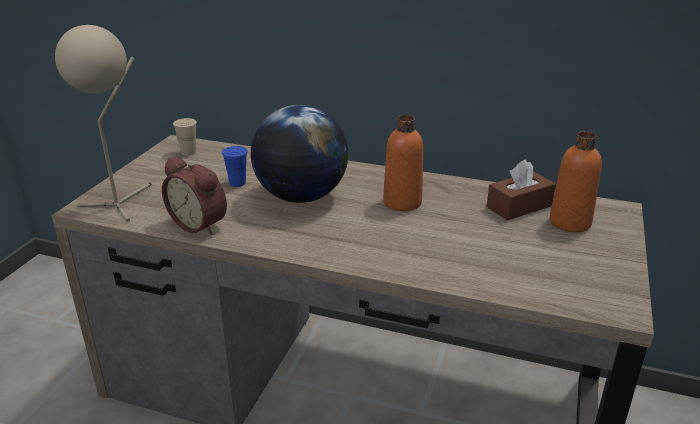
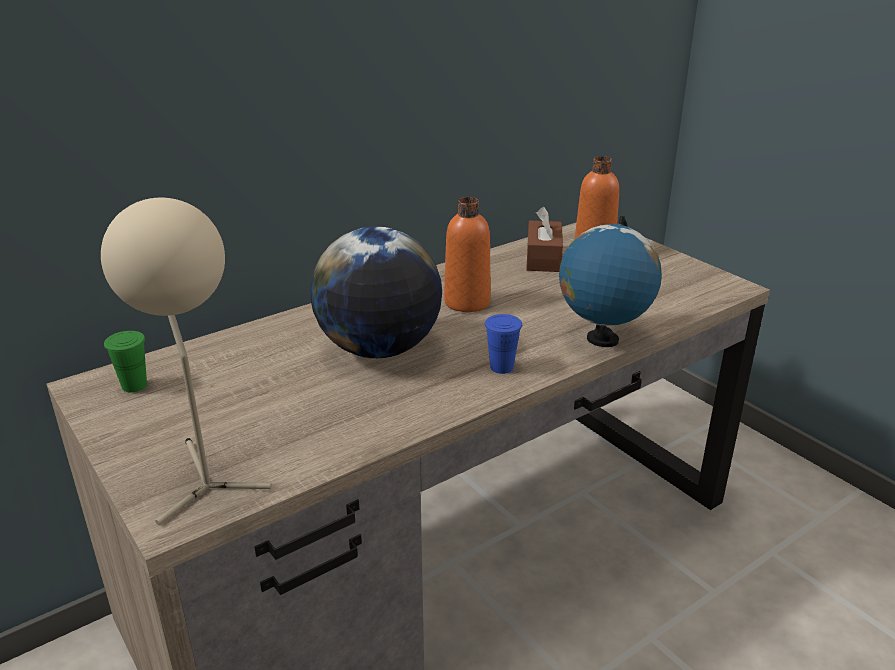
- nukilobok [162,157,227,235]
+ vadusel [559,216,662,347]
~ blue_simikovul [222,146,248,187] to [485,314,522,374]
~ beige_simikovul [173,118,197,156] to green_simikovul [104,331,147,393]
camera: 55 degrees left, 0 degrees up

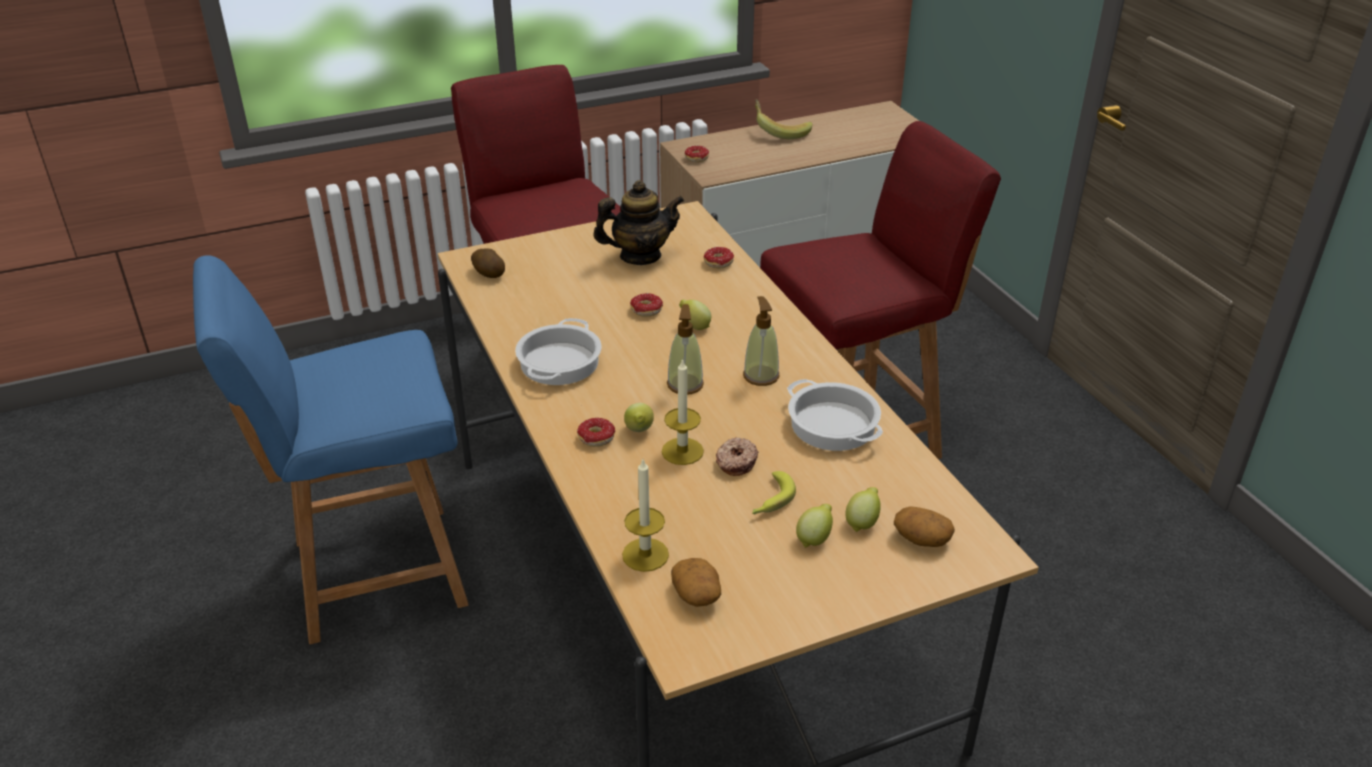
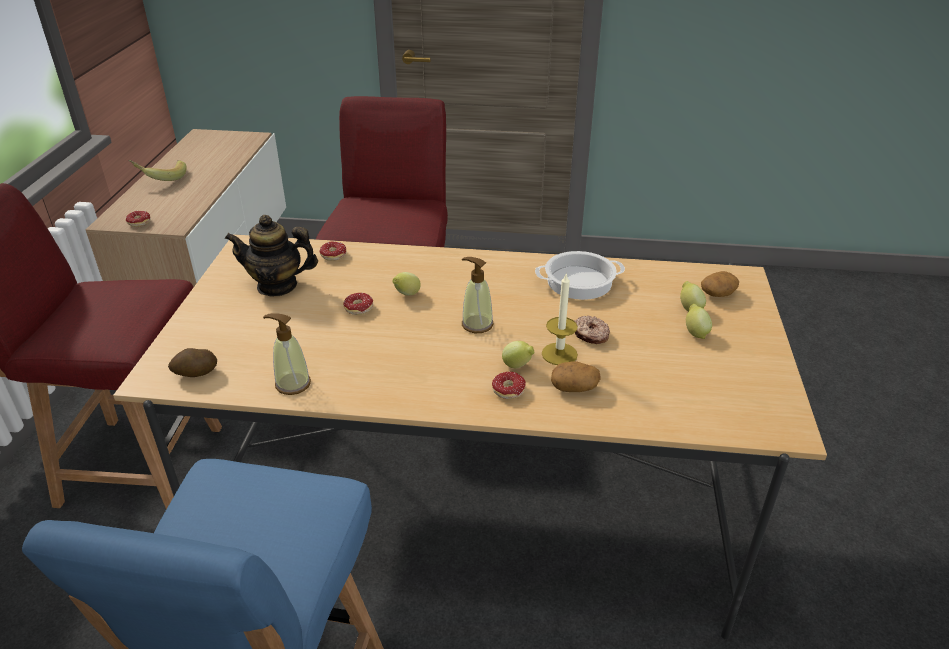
- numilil [515,318,602,385]
- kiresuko [622,459,669,572]
- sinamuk [752,471,796,514]
~ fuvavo [671,558,721,607] to [551,361,601,392]
~ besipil [743,296,779,386] to [263,313,311,395]
~ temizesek [593,180,684,265] = [225,215,318,297] 105 degrees counterclockwise
camera: 60 degrees left, 0 degrees up

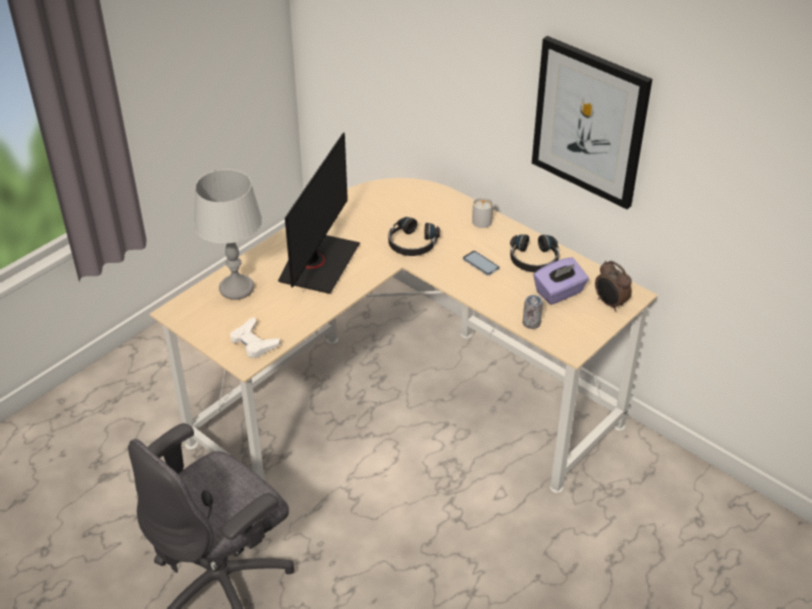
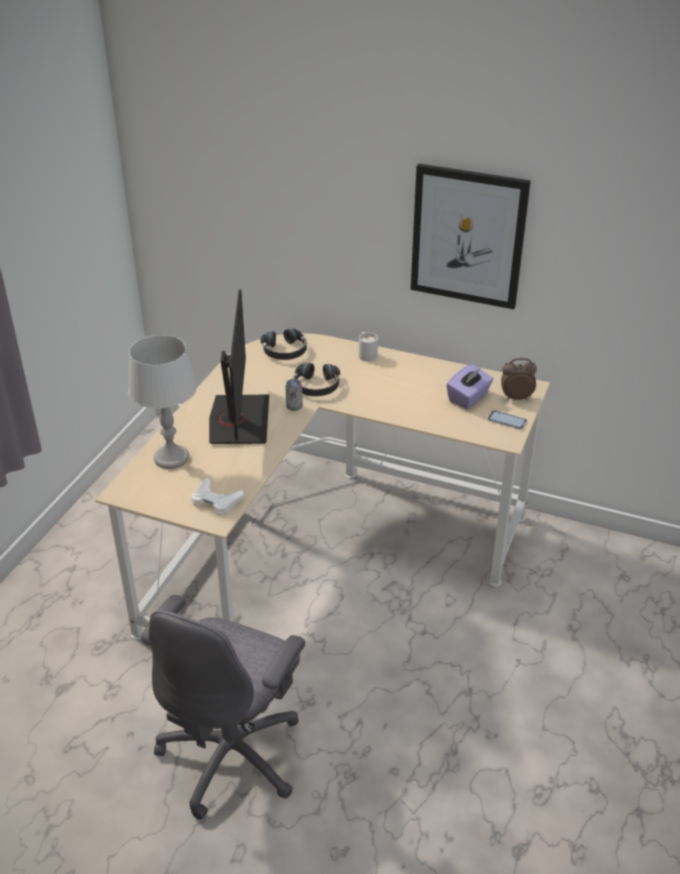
~ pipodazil [463,251,500,276] to [488,410,527,430]
~ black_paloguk [510,234,559,272] to [261,328,307,360]
~ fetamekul [523,295,543,329] to [285,379,303,411]
~ nukilobok [595,261,632,311] = [501,358,537,400] 150 degrees clockwise
camera: 20 degrees left, 5 degrees down

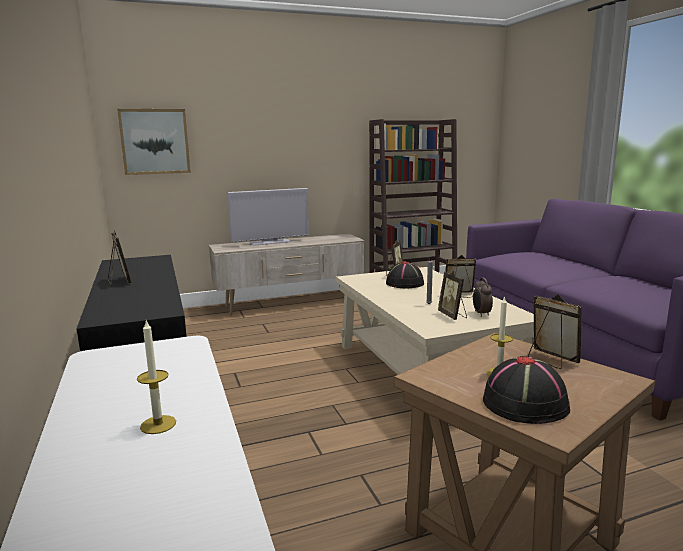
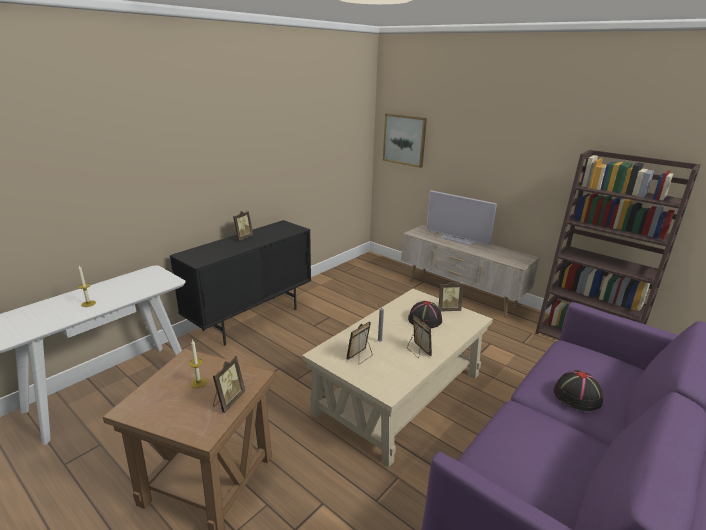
- nukilobok [473,278,493,317]
~ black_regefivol [483,356,570,424] to [554,370,603,411]
camera: 60 degrees right, 10 degrees up

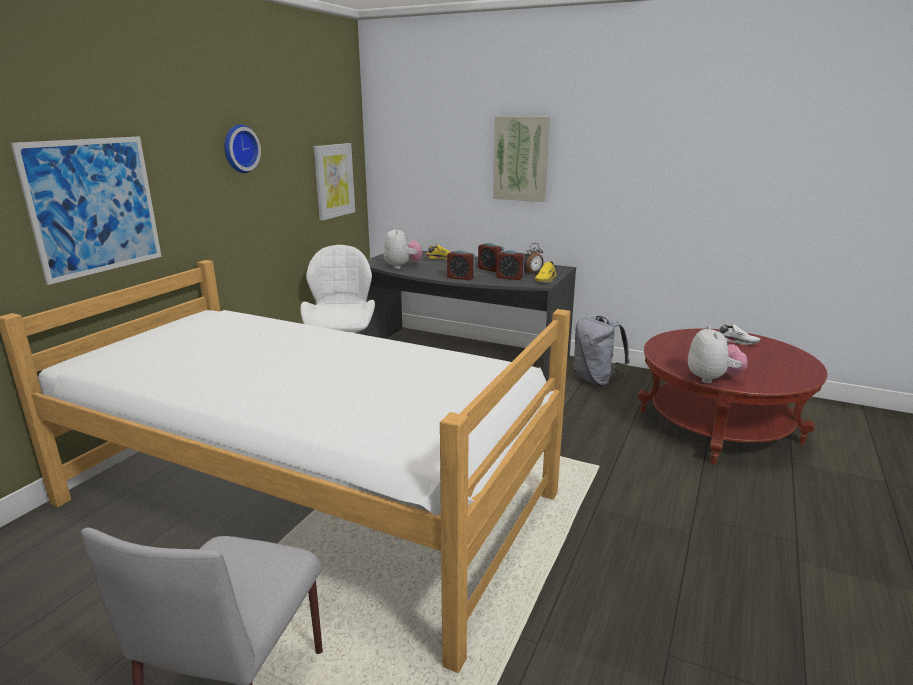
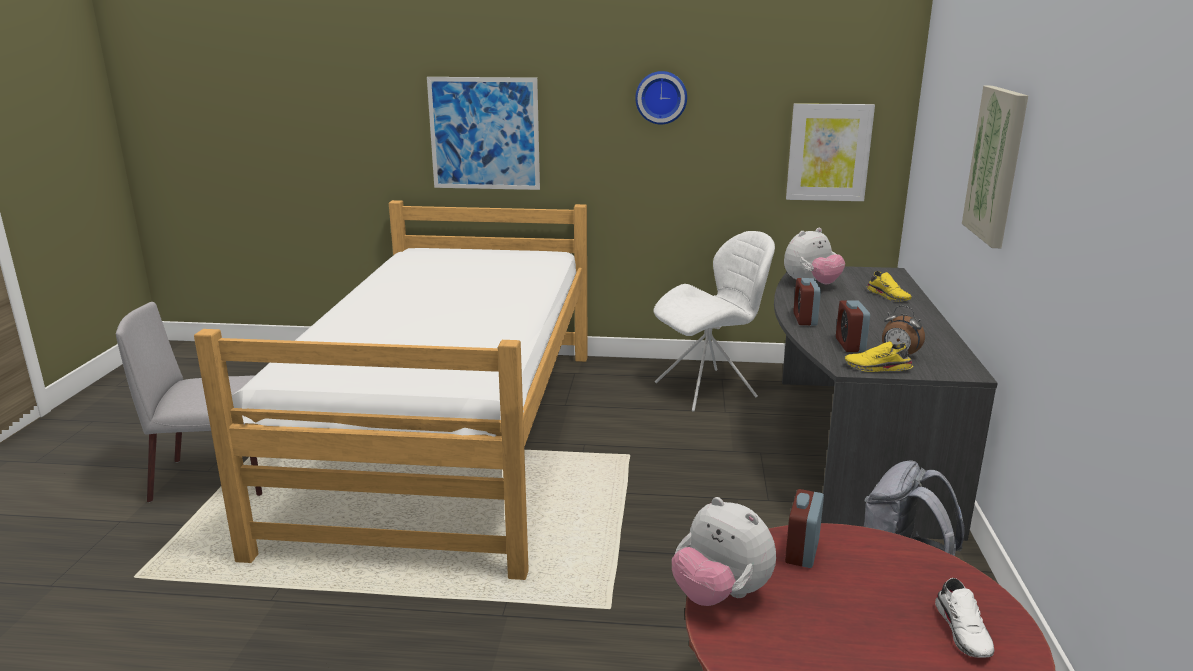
~ nukilobok [478,243,504,272] to [785,489,824,568]
~ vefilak [688,325,747,383] = [672,497,776,606] 60 degrees clockwise
camera: 70 degrees right, 0 degrees up

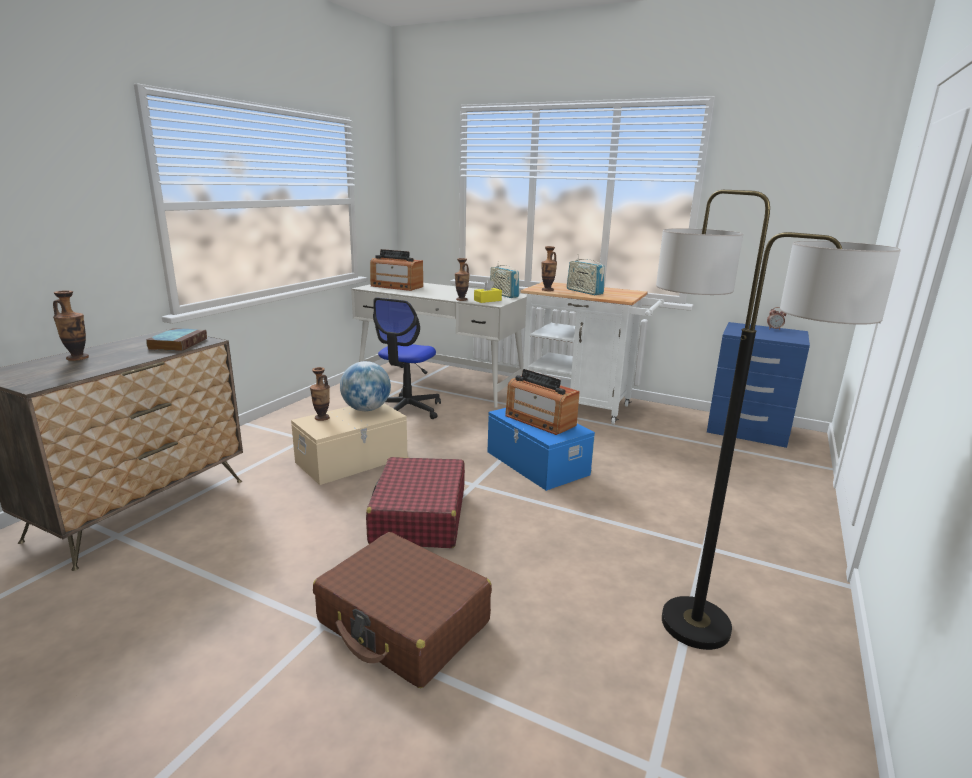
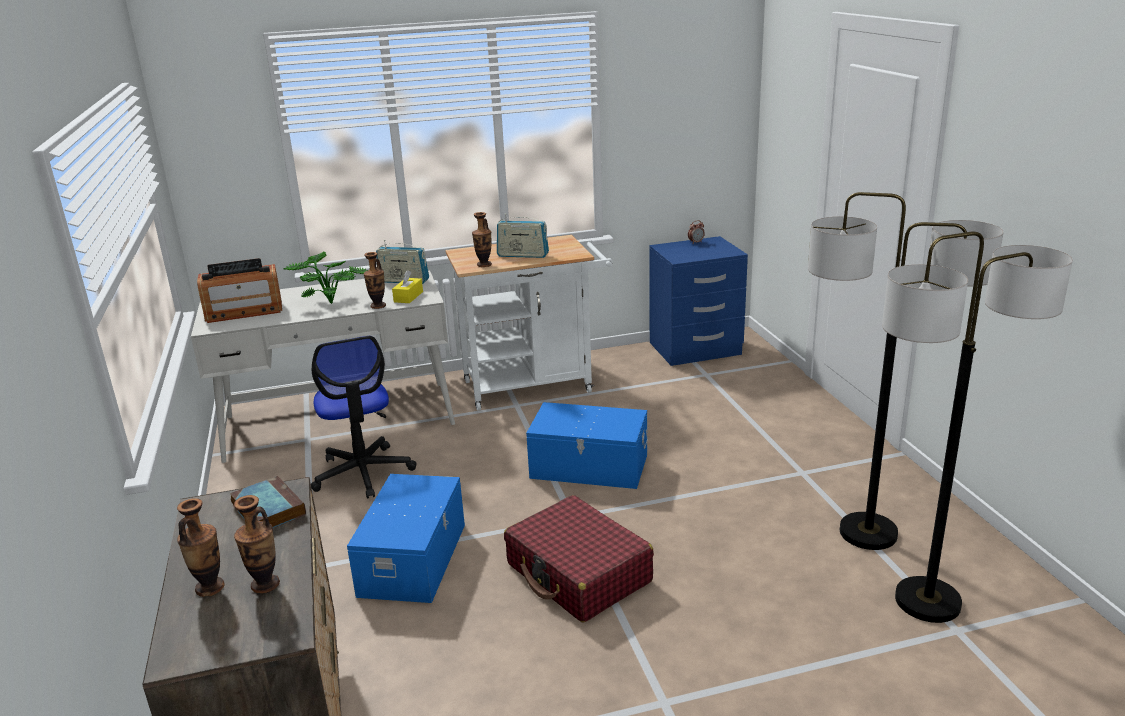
- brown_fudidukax [313,532,492,688]
- vadusel [340,361,391,411]
- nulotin [505,369,580,435]
+ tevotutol [284,252,368,304]
+ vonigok [882,232,1073,623]
~ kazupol [310,367,330,421] to [234,495,280,594]
~ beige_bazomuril [291,403,408,485] to blue_bazomuril [347,474,465,603]
camera: 40 degrees left, 5 degrees up

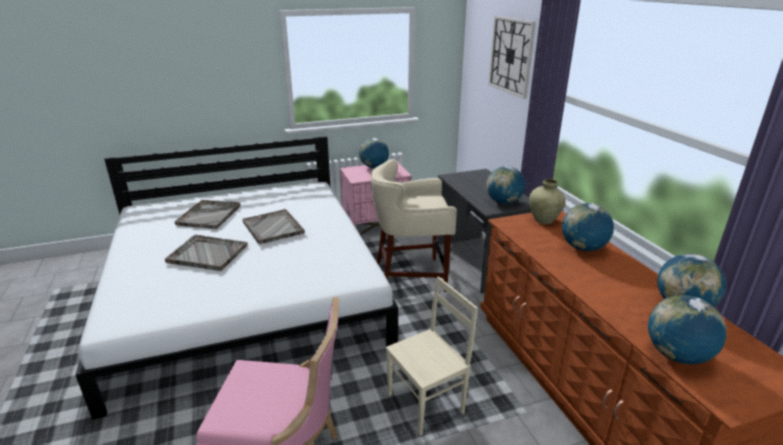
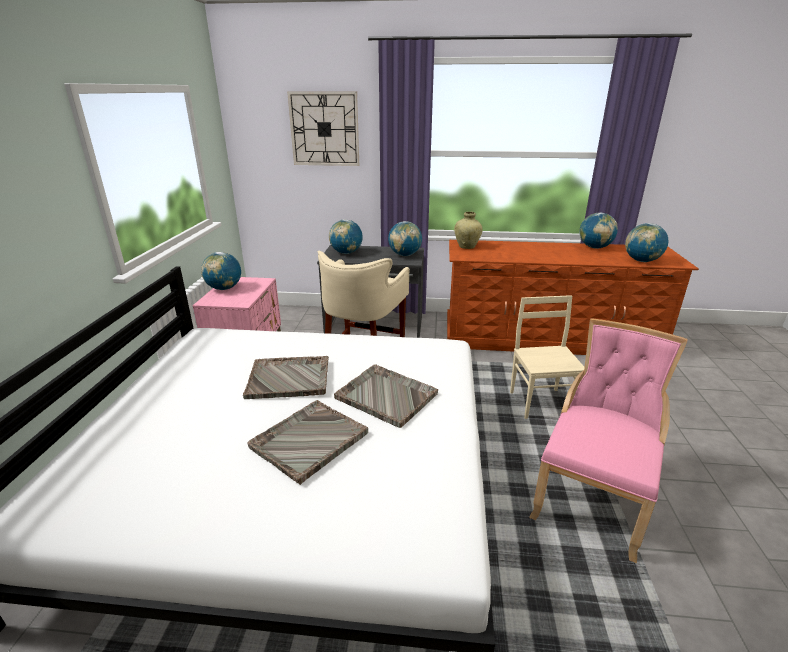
~ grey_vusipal [175,200,241,229] to [334,364,438,428]
~ vadusel [562,203,614,251] to [329,219,363,254]
camera: 65 degrees left, 0 degrees up

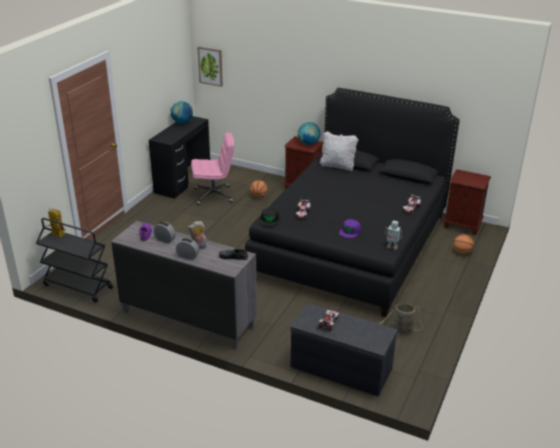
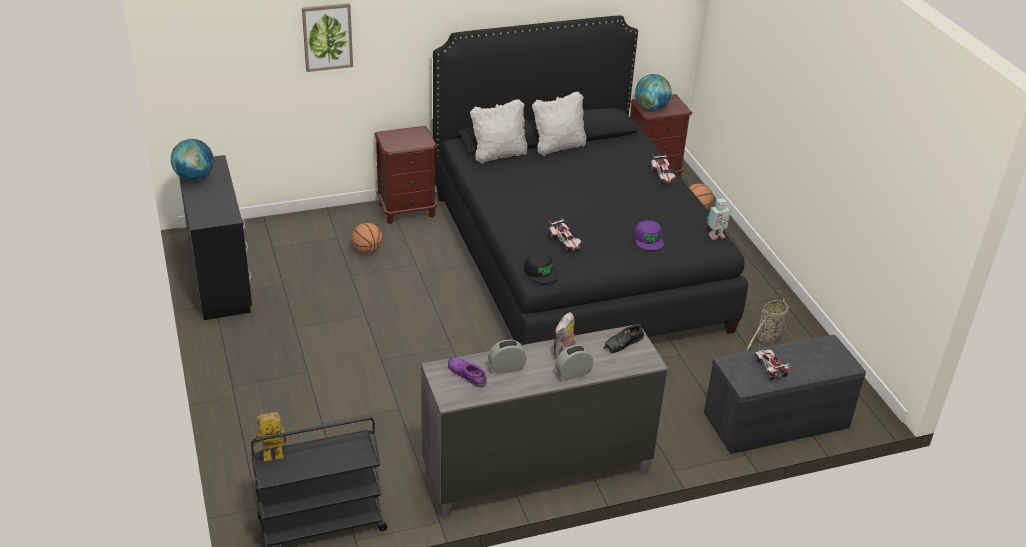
- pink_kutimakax [191,132,234,205]
+ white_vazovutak [532,92,586,156]
~ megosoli [197,46,223,87] to [302,3,353,72]
~ vadusel [298,122,320,145] to [635,74,671,111]
camera: 45 degrees left, 5 degrees up

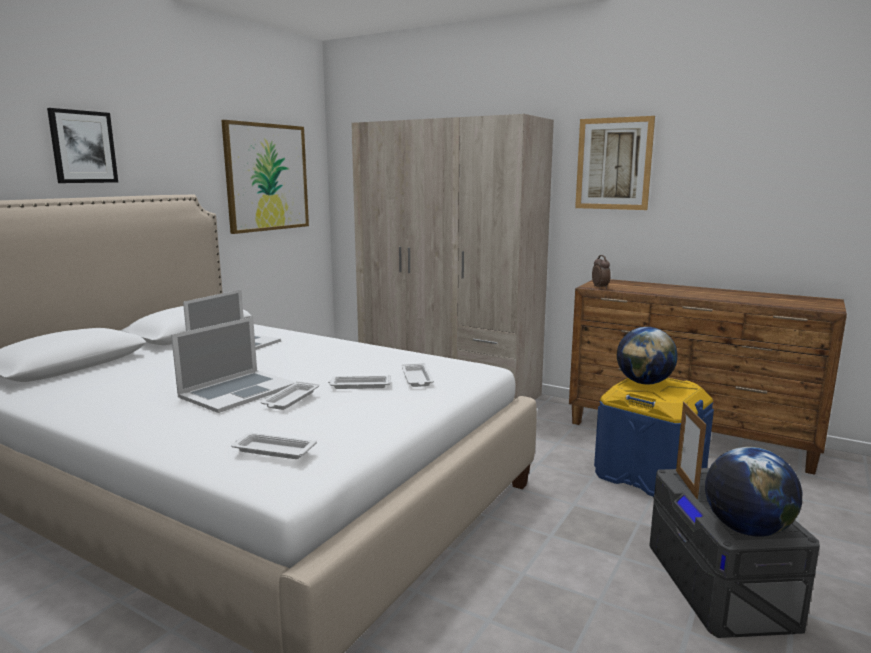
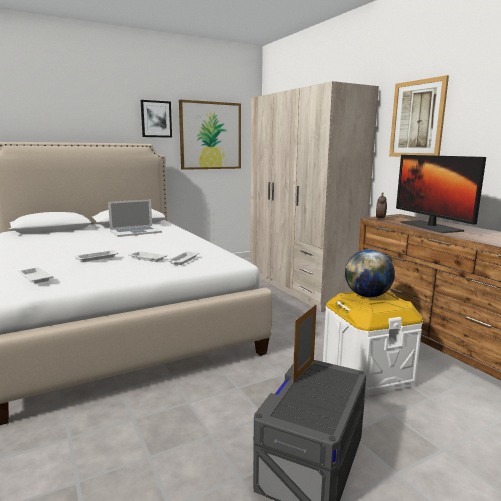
- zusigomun [171,317,296,413]
- vadusel [705,447,802,537]
+ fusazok [396,155,486,233]
~ megosoli [47,108,118,183] to [141,100,172,138]
~ blue_bazomuril [594,378,714,497] to white_bazomuril [323,291,423,396]
camera: 30 degrees right, 0 degrees up

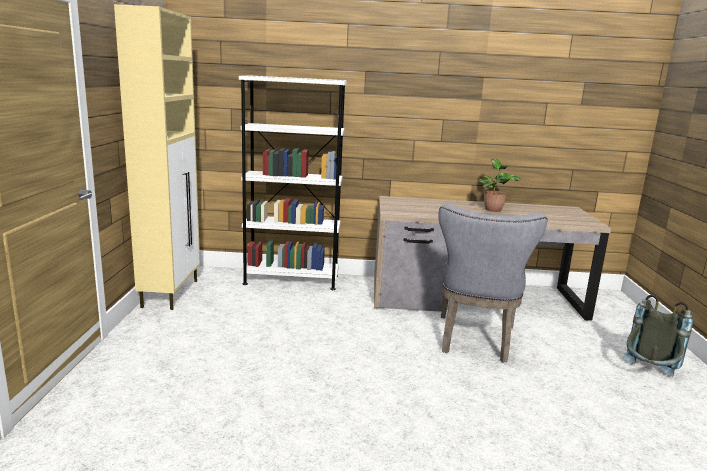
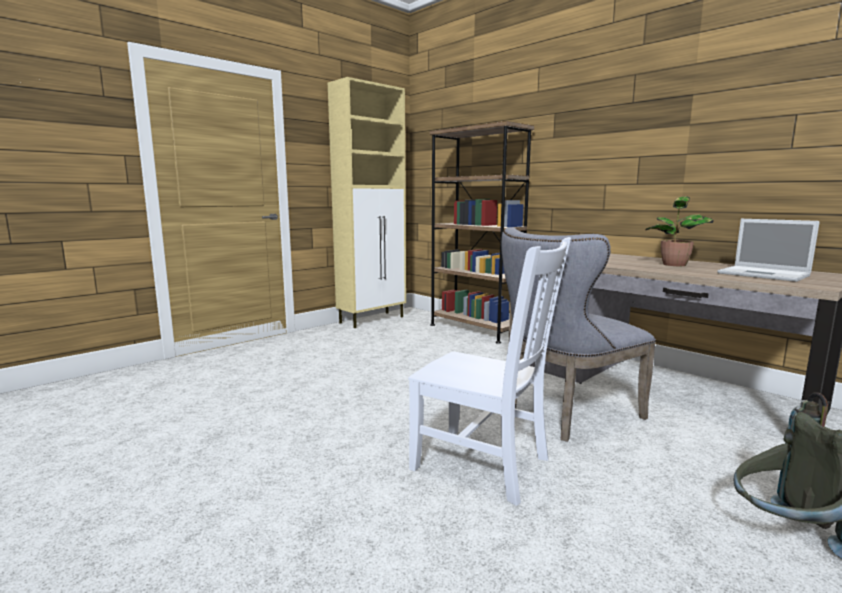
+ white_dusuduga [408,237,571,506]
+ zusigomun [718,219,820,282]
~ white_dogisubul [239,75,347,290] to brown_dogisubul [430,121,534,344]
camera: 45 degrees right, 5 degrees down

